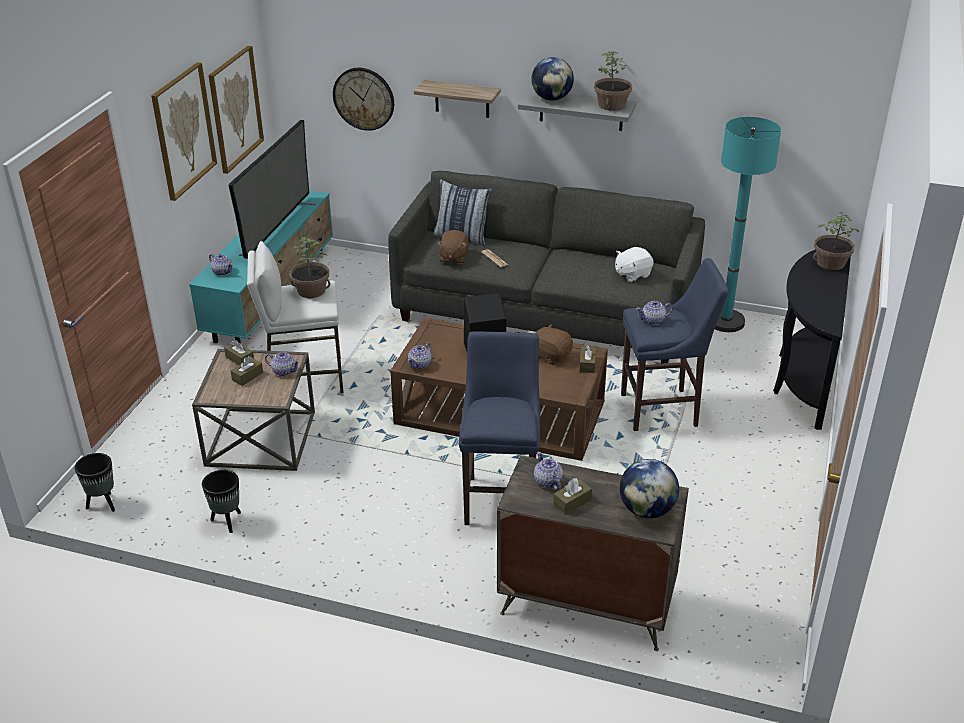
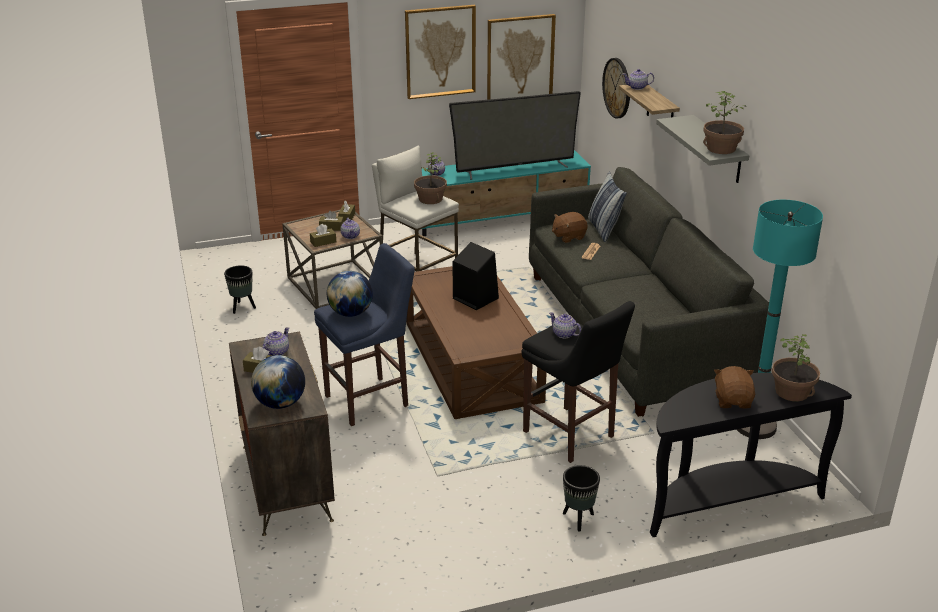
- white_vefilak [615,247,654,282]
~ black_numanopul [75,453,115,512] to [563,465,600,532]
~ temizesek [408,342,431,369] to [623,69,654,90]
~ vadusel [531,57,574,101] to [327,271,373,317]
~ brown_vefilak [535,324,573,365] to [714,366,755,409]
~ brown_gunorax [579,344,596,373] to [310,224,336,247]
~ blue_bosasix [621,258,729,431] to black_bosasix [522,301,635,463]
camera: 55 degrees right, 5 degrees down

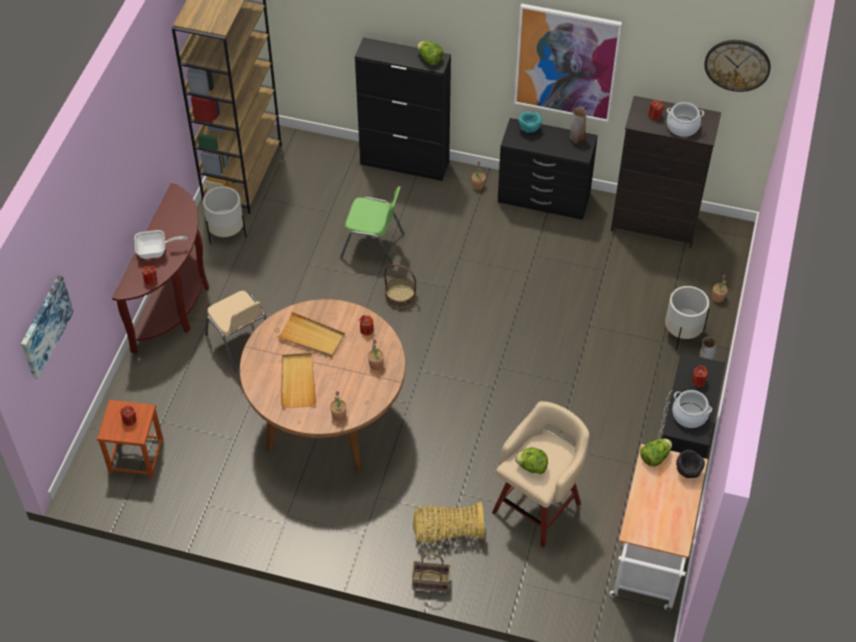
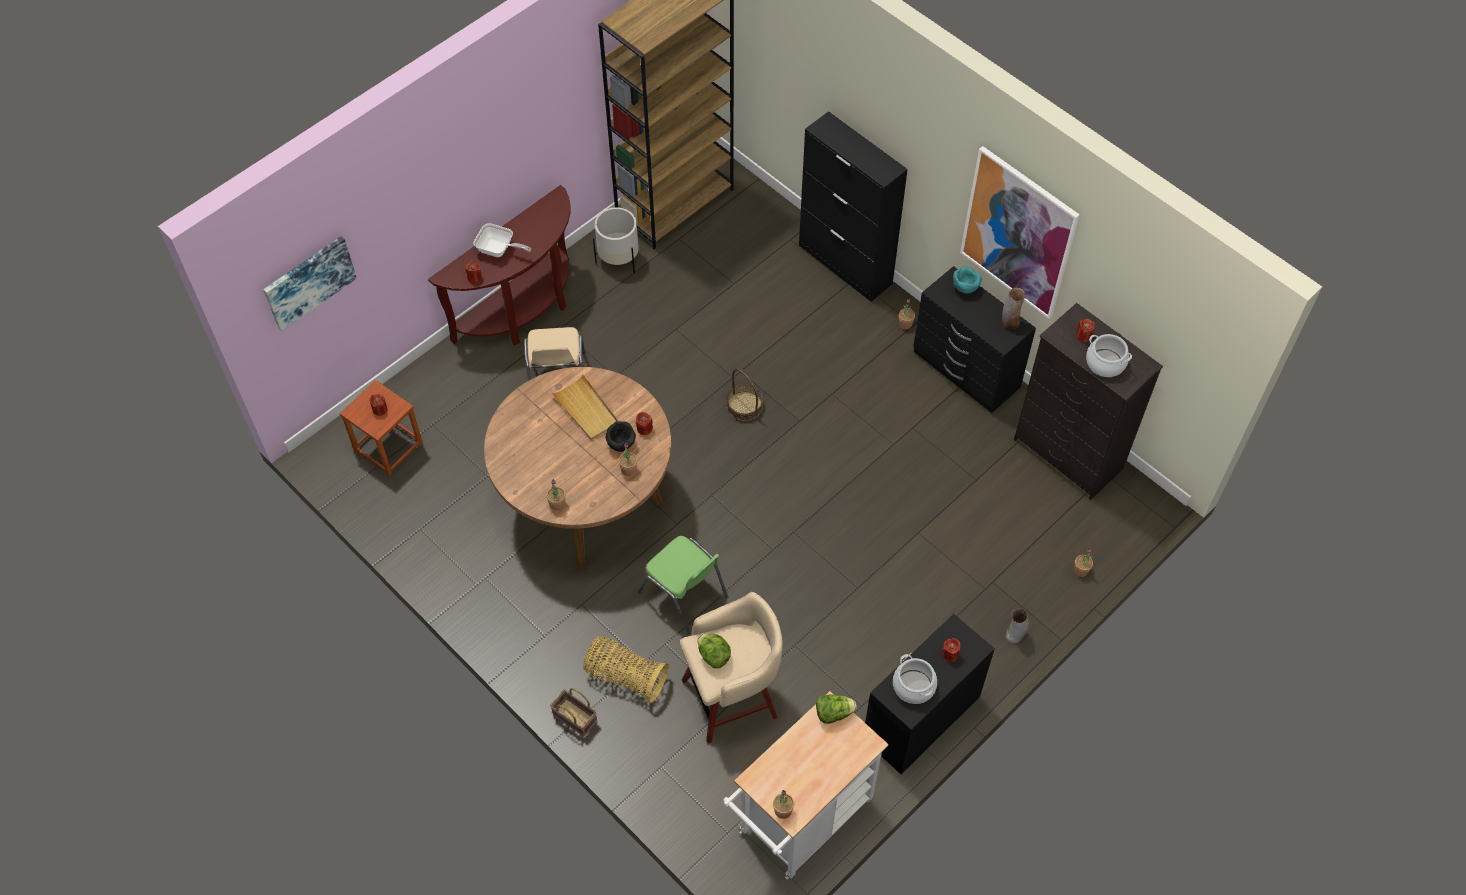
- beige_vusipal [281,353,316,408]
- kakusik [417,41,443,65]
- white_numanopul [665,286,709,350]
- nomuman [704,40,771,92]
+ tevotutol [773,790,794,819]
~ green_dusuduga [340,186,405,267] to [638,536,728,634]
~ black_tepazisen [676,449,705,478] to [605,421,636,452]
camera: 30 degrees right, 5 degrees up

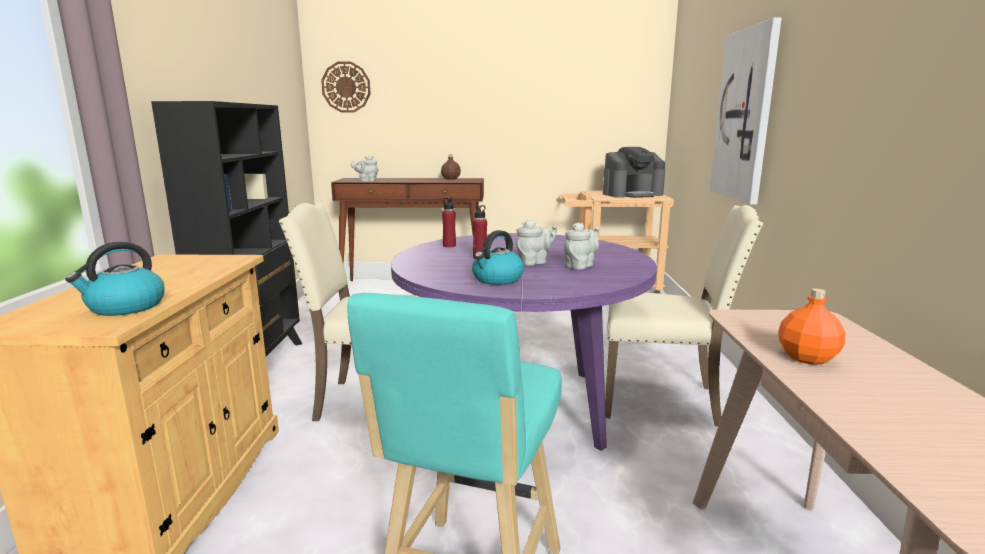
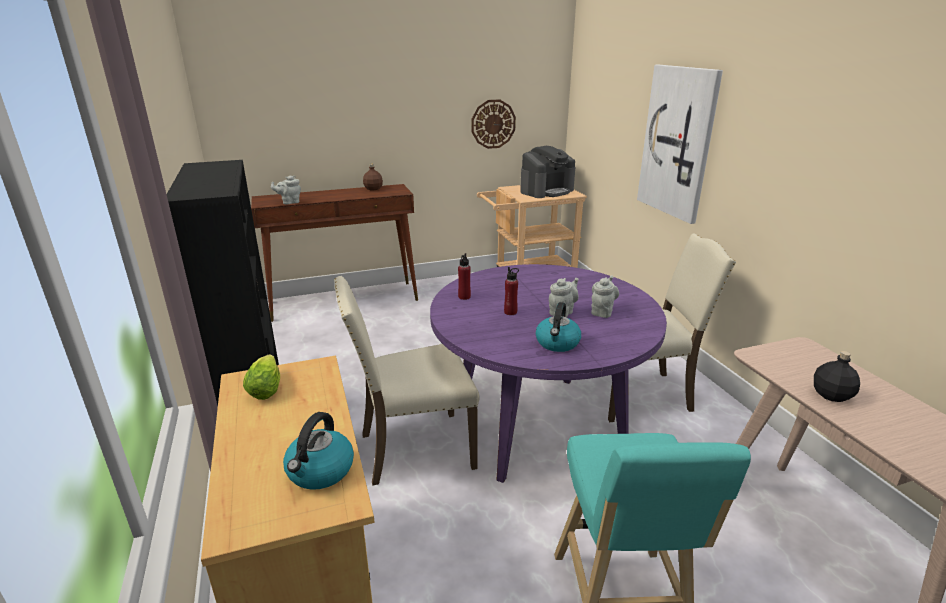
+ kakusik [243,355,280,400]
~ nomuman [321,61,371,113] to [472,99,516,149]
~ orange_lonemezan [778,289,845,365] to black_lonemezan [814,351,860,402]
camera: 20 degrees left, 10 degrees up

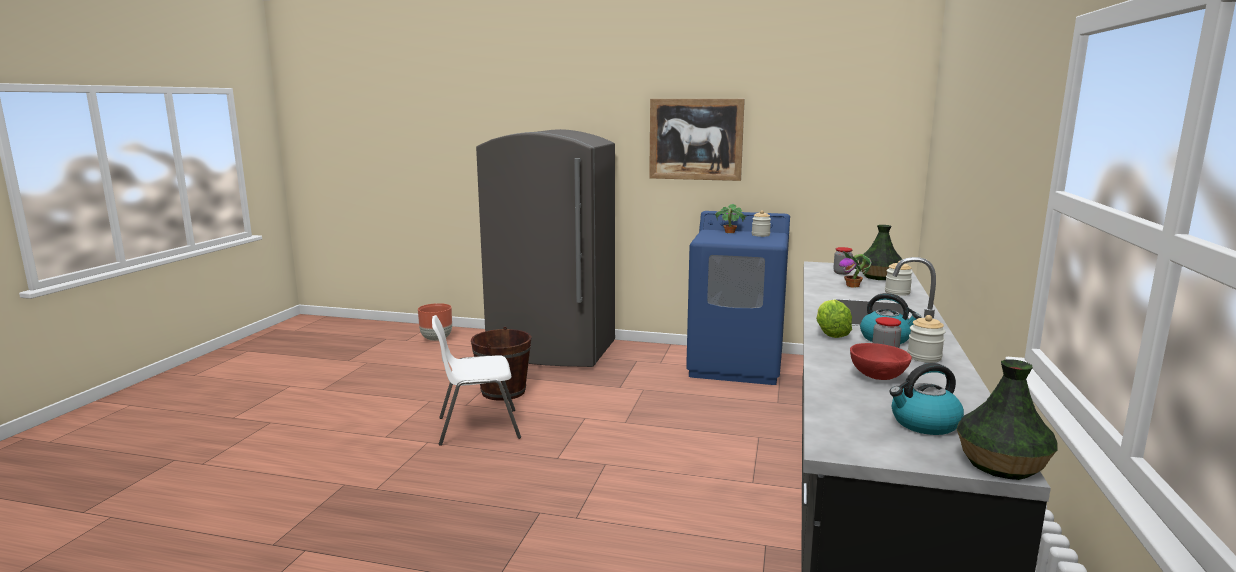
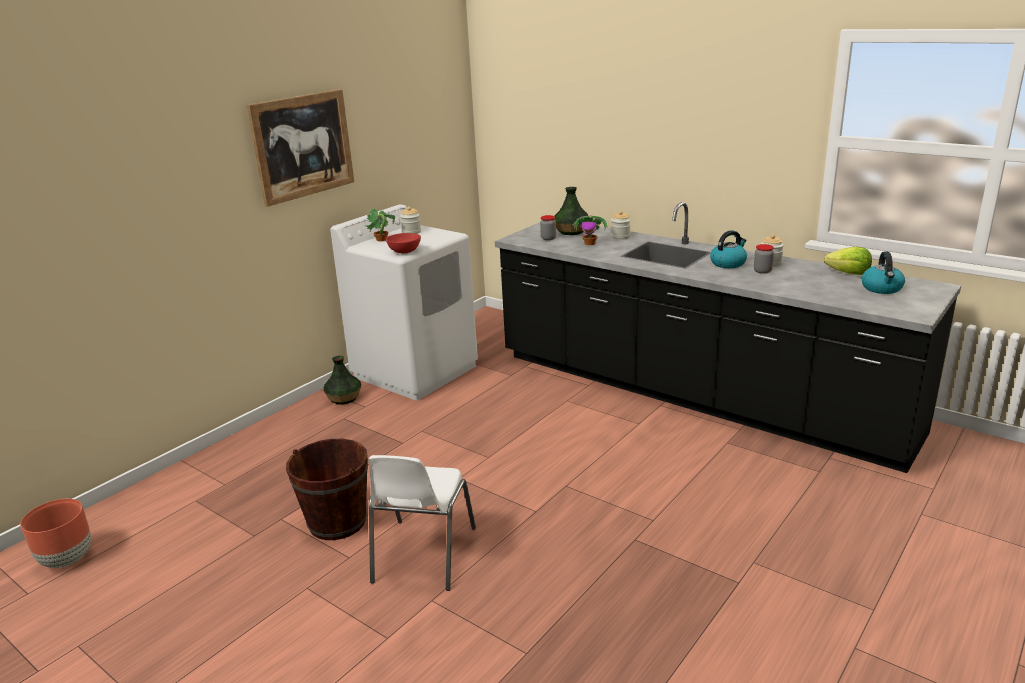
- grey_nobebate [476,129,615,367]
~ kakusik [816,300,852,338] to [824,247,872,275]
~ red_tepazisen [850,343,912,380] to [386,233,421,254]
~ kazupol [957,359,1058,480] to [324,356,361,404]
~ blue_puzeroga [686,211,790,385] to white_puzeroga [330,204,478,400]
camera: 65 degrees left, 10 degrees up

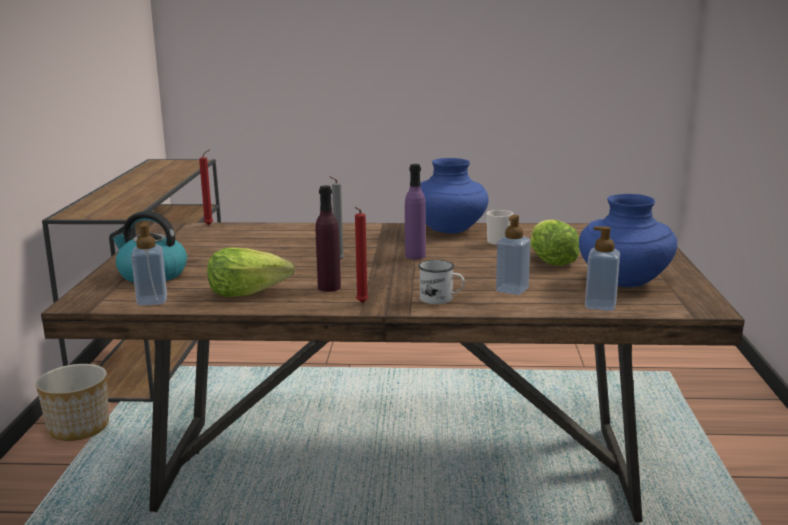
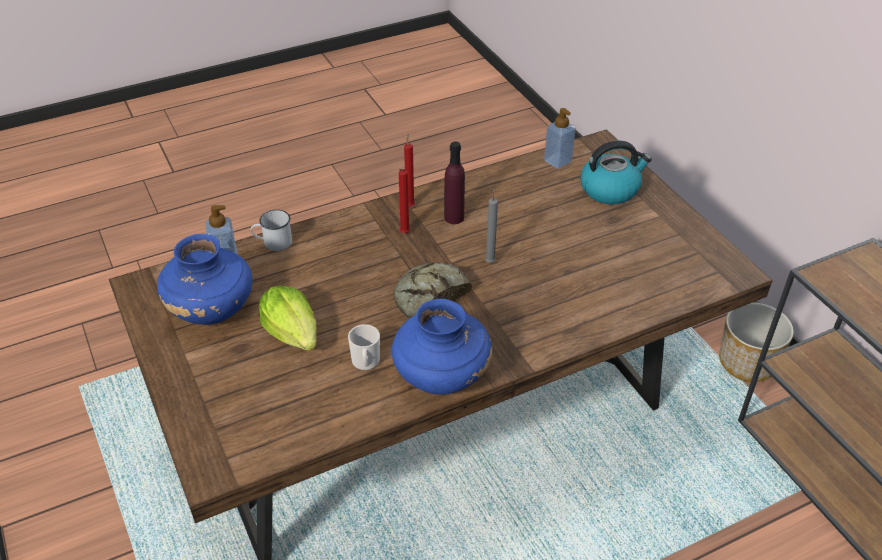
- kakusik [207,247,295,297]
- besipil [496,215,531,295]
~ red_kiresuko [199,149,213,225] to [399,169,410,233]
~ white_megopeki [418,260,465,304] to [251,210,292,251]
~ purple_lonemezan [405,164,426,259] to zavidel [394,262,472,319]
camera: 150 degrees right, 25 degrees up

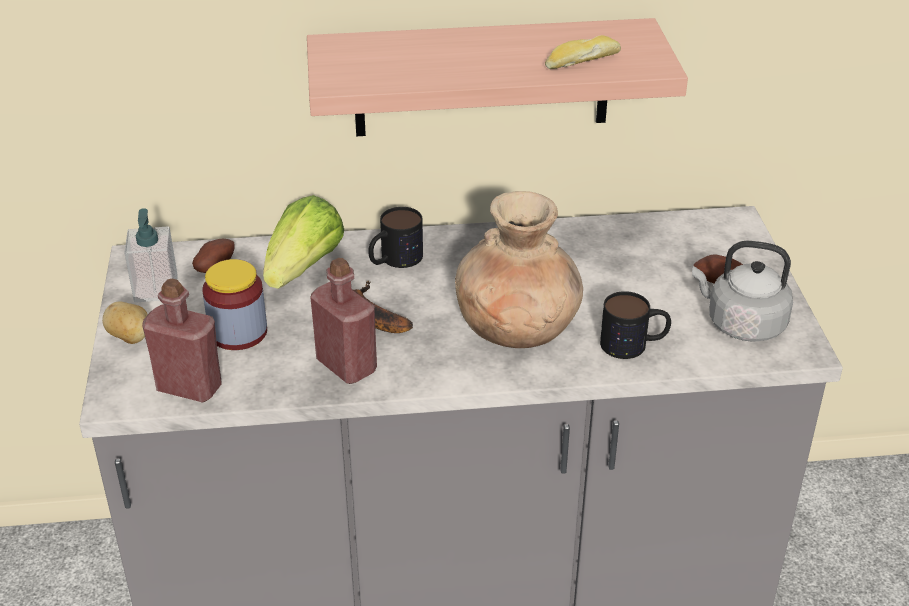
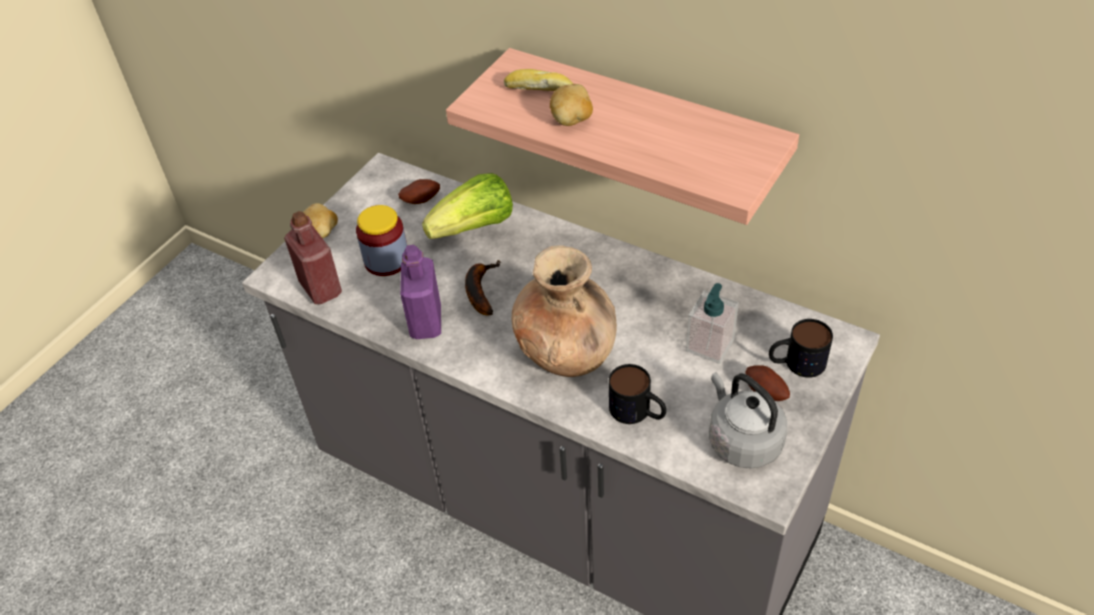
+ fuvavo [550,84,593,126]
~ besipil [124,208,178,303] to [686,283,739,364]
~ megopeki [368,207,423,268] to [769,319,833,378]
~ zavidel [545,35,621,69] to [504,69,573,91]
~ red_lonemezan [310,258,377,384] to purple_lonemezan [400,245,441,339]
camera: 40 degrees right, 10 degrees up

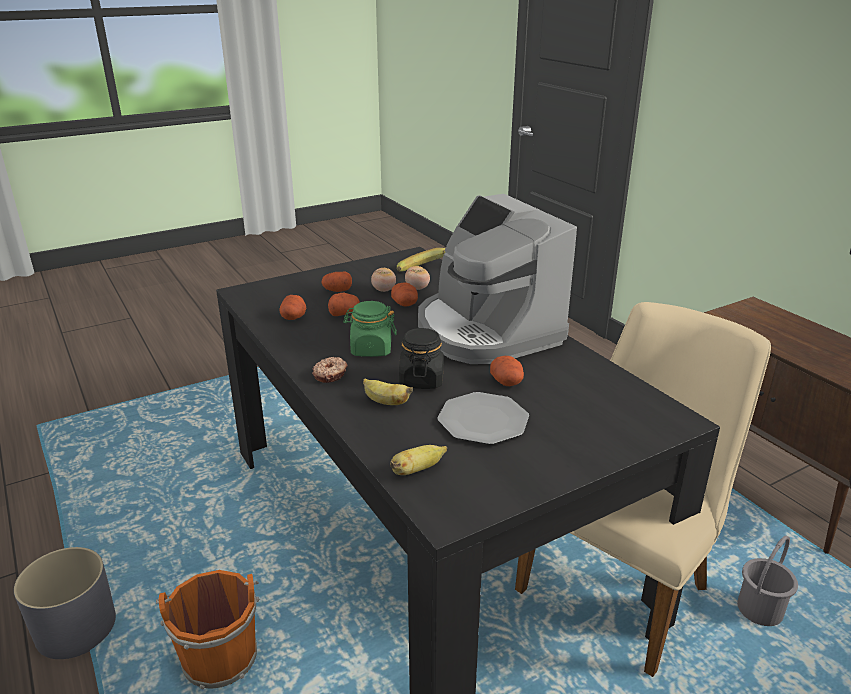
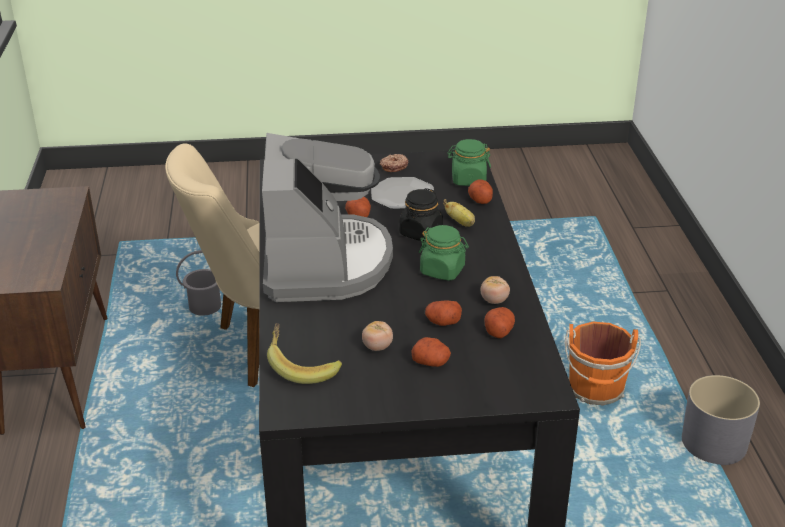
~ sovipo [312,357,347,383] to [380,154,408,172]
~ fuvavo [391,282,418,306] to [468,180,493,204]
~ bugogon [405,266,430,290] to [481,276,510,304]
~ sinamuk [390,445,447,475] to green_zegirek [447,139,491,186]
camera: 155 degrees left, 5 degrees up

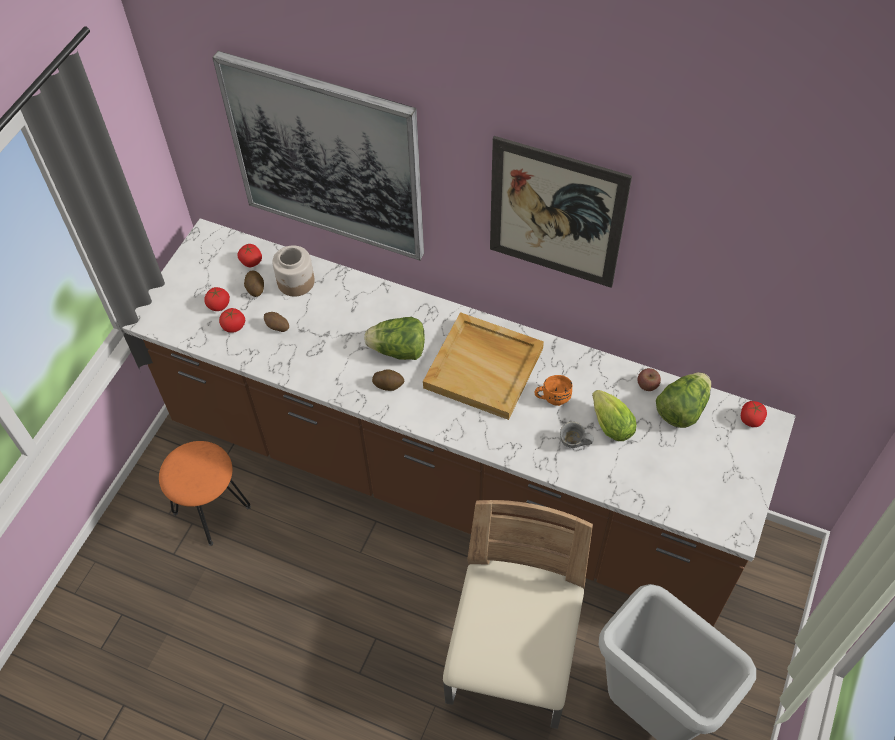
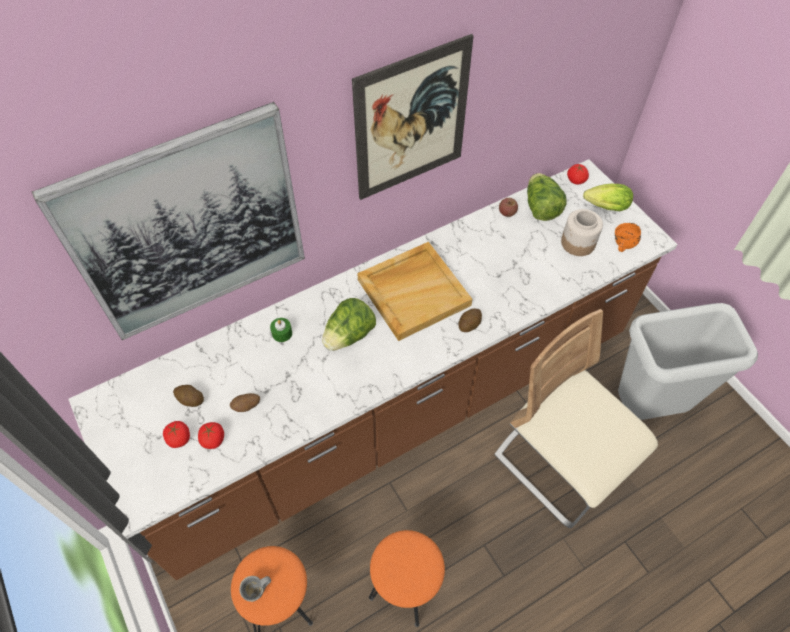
- bugogon [237,244,262,267]
+ green_kiresuko [270,318,292,342]
+ orange_bosasix [369,530,445,627]
~ zegirek [272,245,315,297] to [561,209,603,256]
~ fuvavo [372,369,404,391] to [458,308,482,332]
~ orange_megopeki [535,375,572,406] to [615,223,641,252]
~ grey_megopeki [560,421,594,448] to [240,576,271,602]
~ kakusik [592,390,637,441] to [583,184,633,211]
camera: 55 degrees left, 0 degrees up

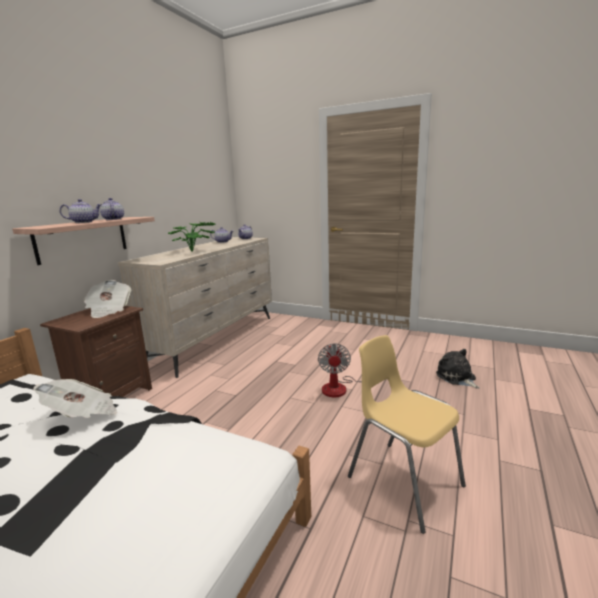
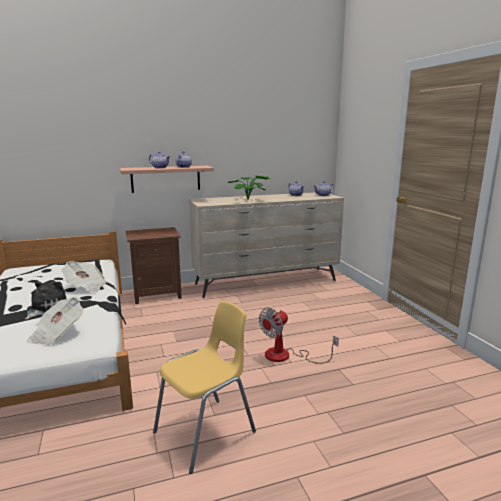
~ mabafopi [84,280,131,318] to [27,297,83,344]
~ vefilak [436,349,480,389] to [25,280,66,320]
~ yellow_dusuduga [348,335,466,534] = [153,301,256,474] 45 degrees clockwise
camera: 45 degrees right, 0 degrees up

